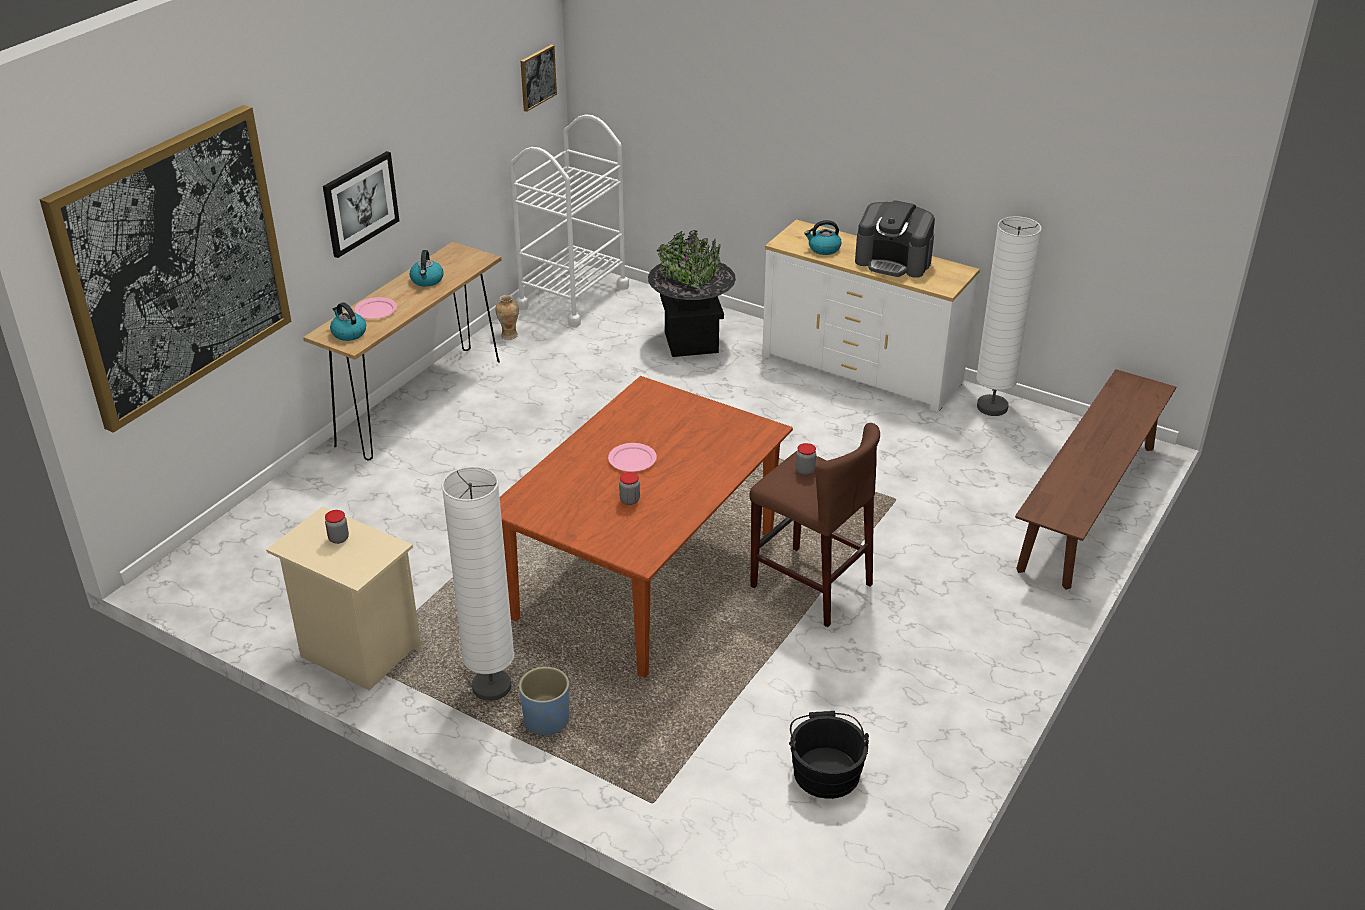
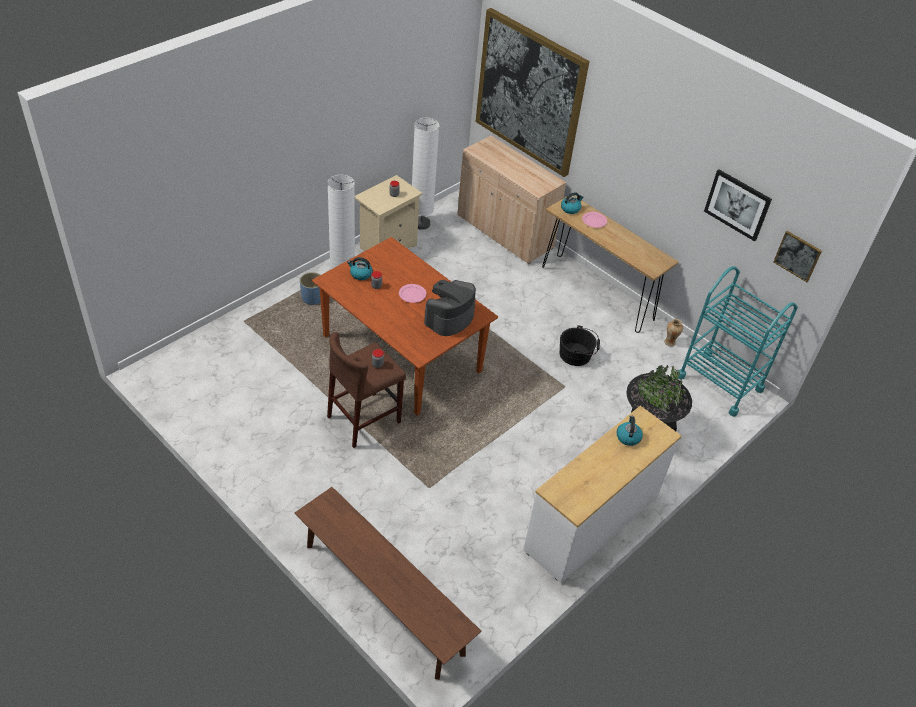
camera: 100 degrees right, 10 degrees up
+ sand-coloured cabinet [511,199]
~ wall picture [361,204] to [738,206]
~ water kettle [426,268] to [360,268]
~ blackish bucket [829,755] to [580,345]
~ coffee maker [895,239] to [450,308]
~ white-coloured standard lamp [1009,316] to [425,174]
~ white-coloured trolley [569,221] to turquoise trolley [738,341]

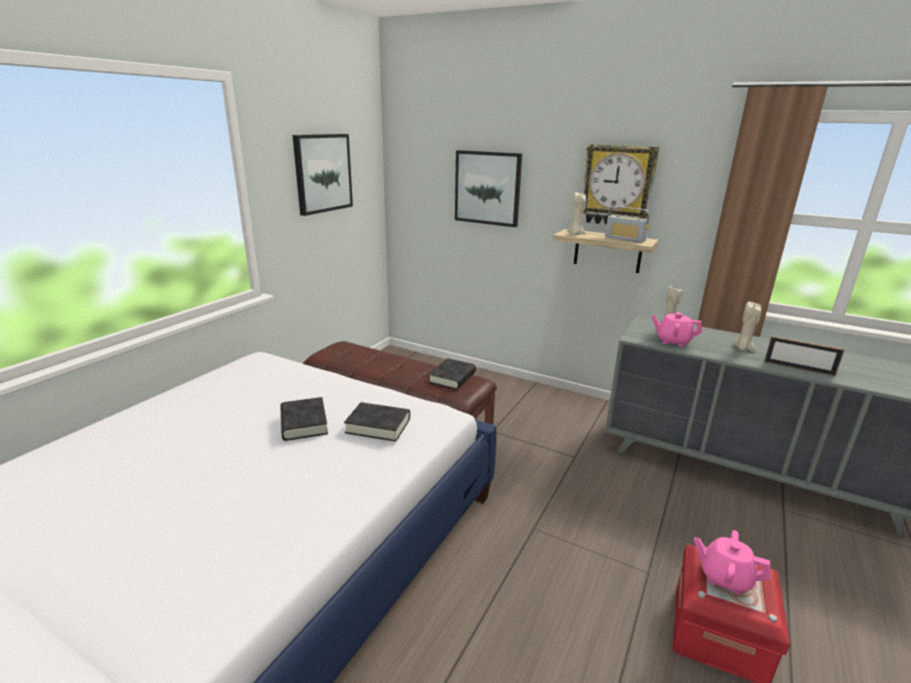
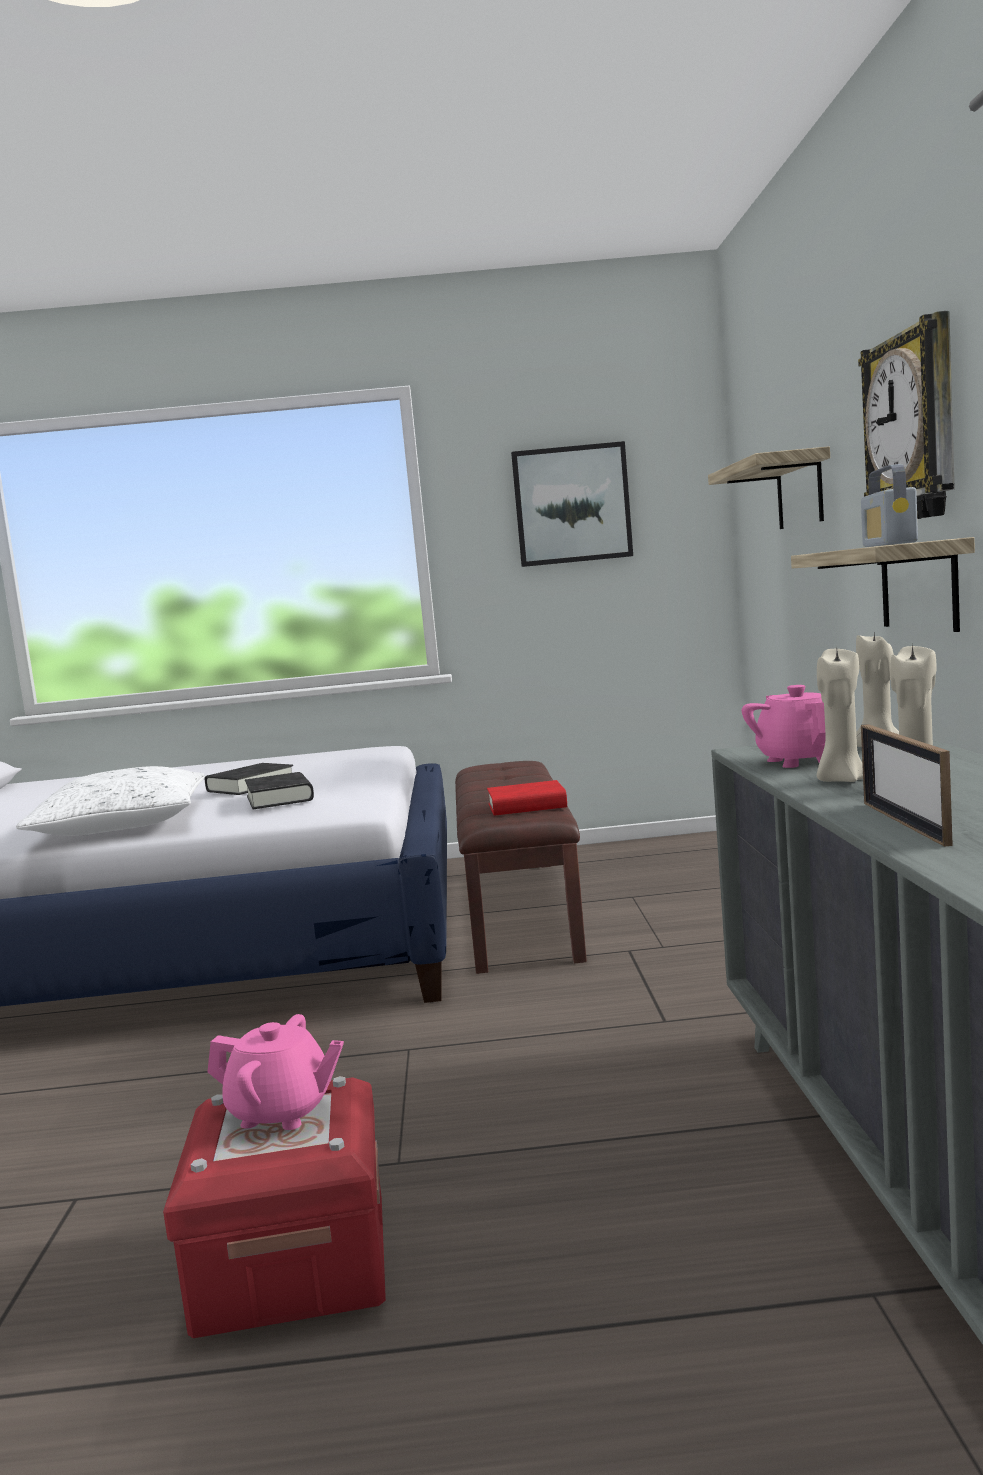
camera: 60 degrees right, 15 degrees down
+ white-coloured pillow [110,801]
~ sand-coloured wax candle [576,213] to [840,715]
~ wall picture [488,188] to wall shelf [769,487]
~ blackish volume [452,374] to reddish volume [527,798]
~ pink-coloured tea pot [732,562] = [275,1072] 105 degrees clockwise

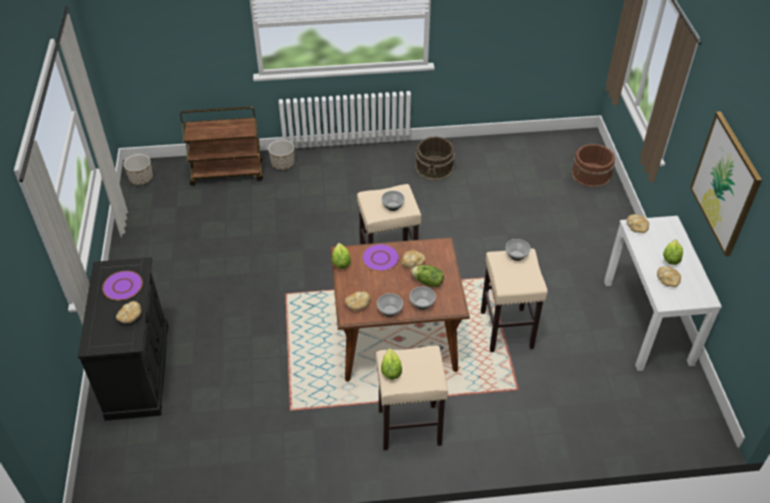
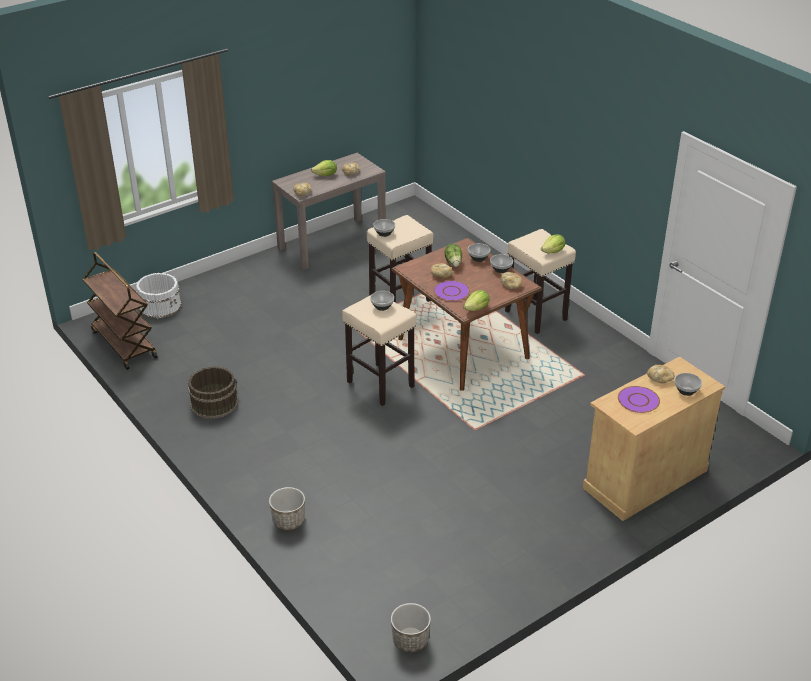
camera: 120 degrees left, 10 degrees down
- wall picture [726,184]
+ deep dish [688,384]
~ brownish trolley [221,146] to [119,311]
~ blackish cabinet [123,339] to sand-coloured cabinet [654,438]
~ brownish bucket [593,166] to white-coloured bucket [159,296]
~ white-coloured hall table [663,293] to brownish hall table [329,211]

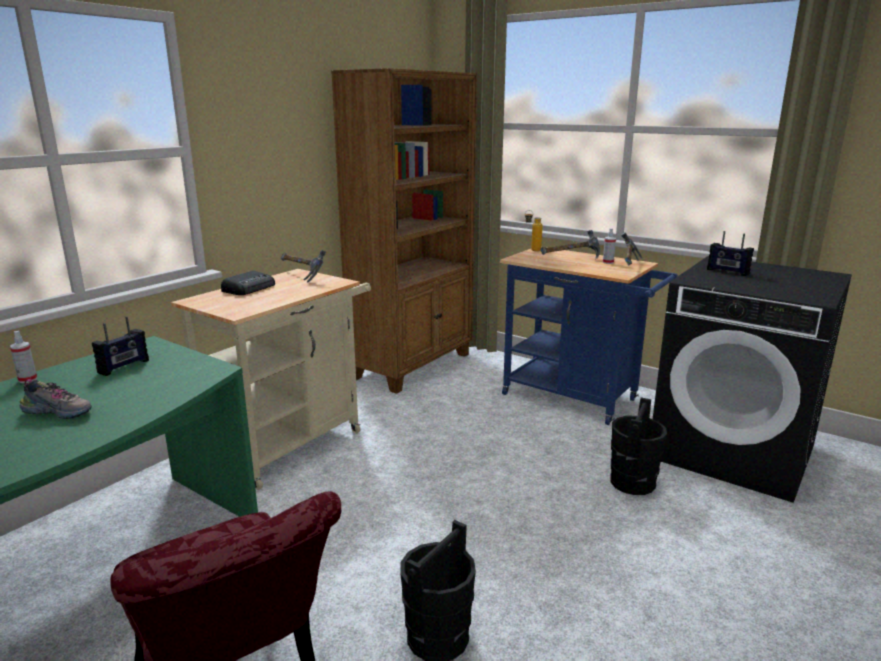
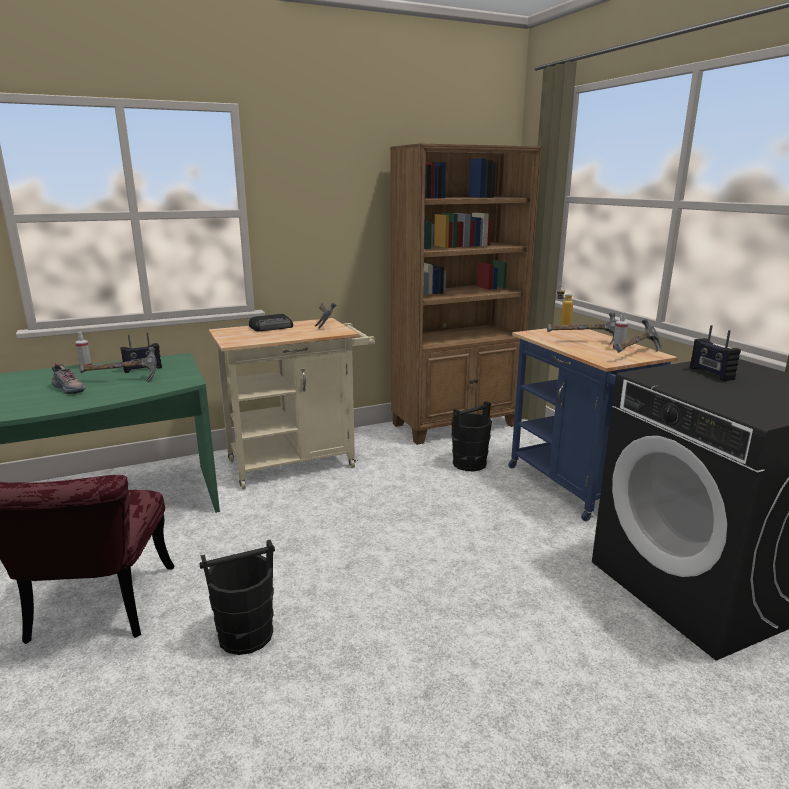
camera: 30 degrees right, 0 degrees up
+ hammer [117,364]
~ blackish bucket [638,446] to [471,436]

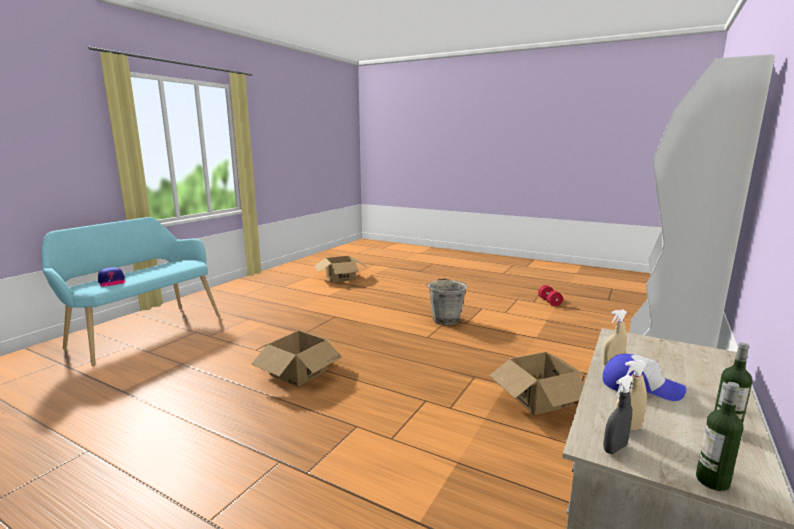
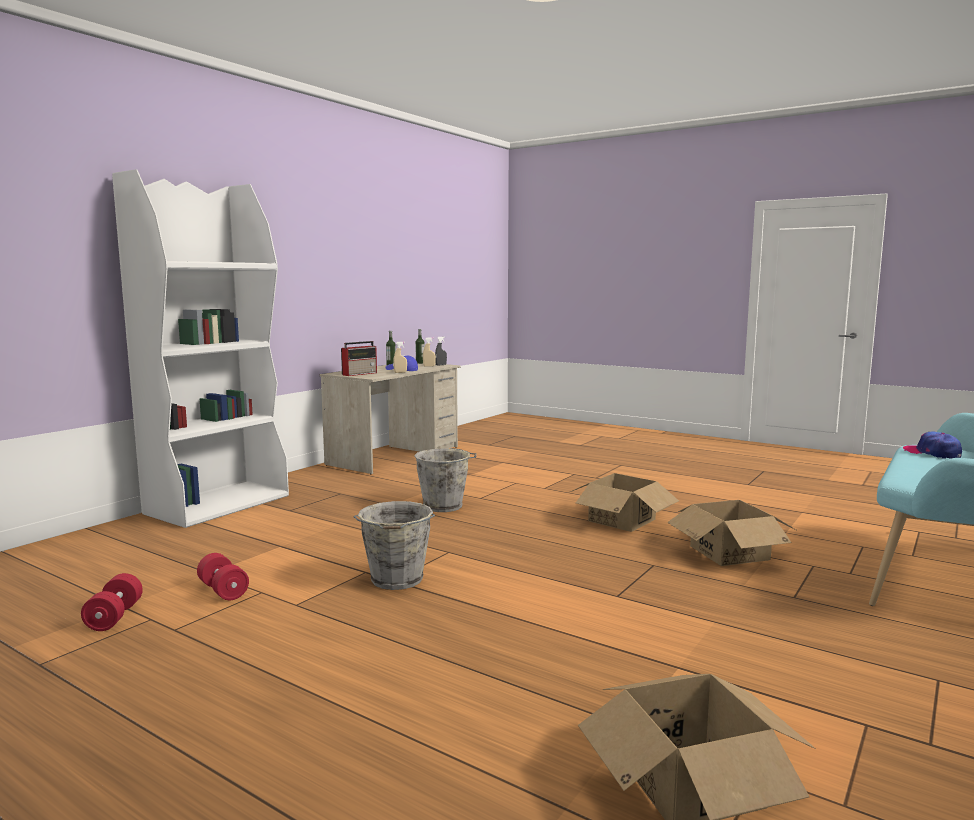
camera: 175 degrees left, 5 degrees down
+ reddish dumbbell [223,576]
+ radio [359,358]
+ gray bucket [445,480]
~ packing box [538,383] to [731,533]

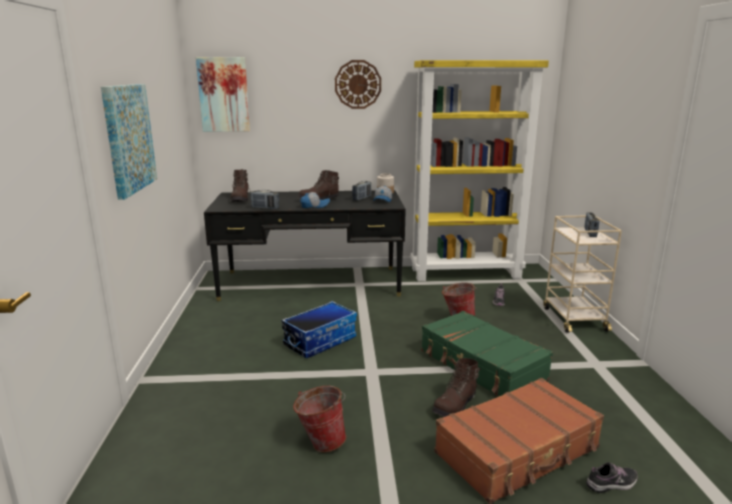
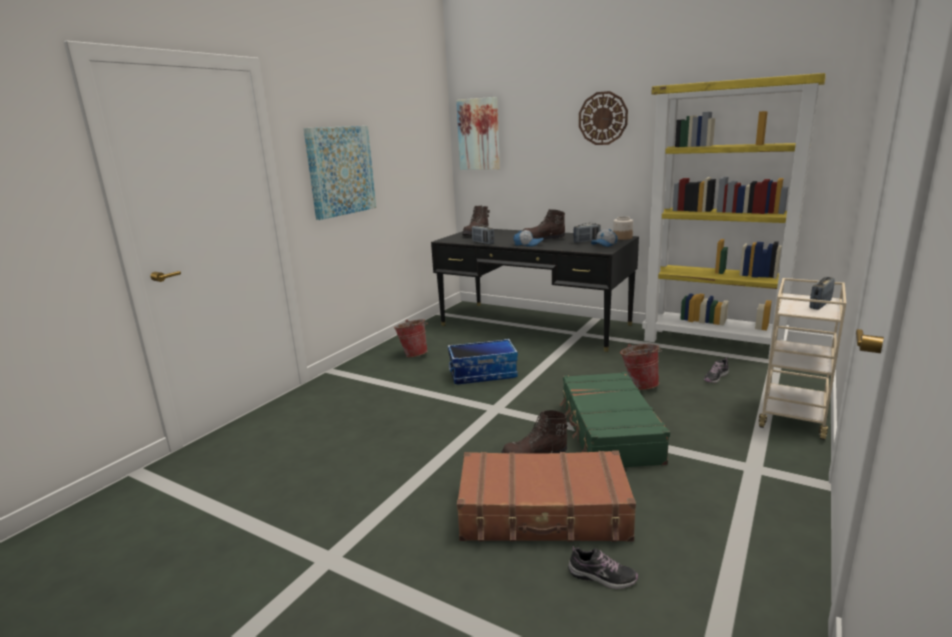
camera: 35 degrees right, 0 degrees up
~ bucket [319,419] to [411,338]

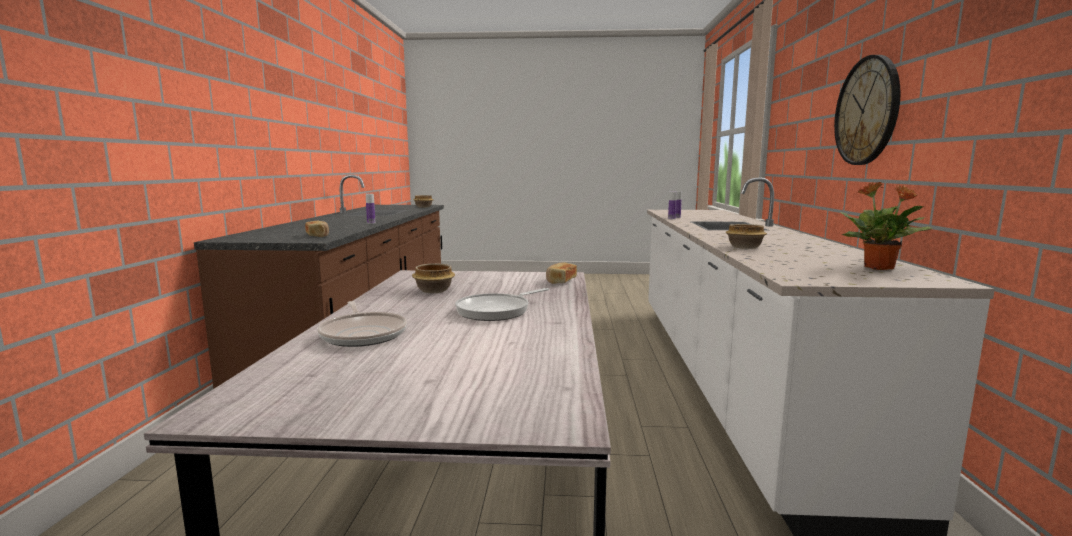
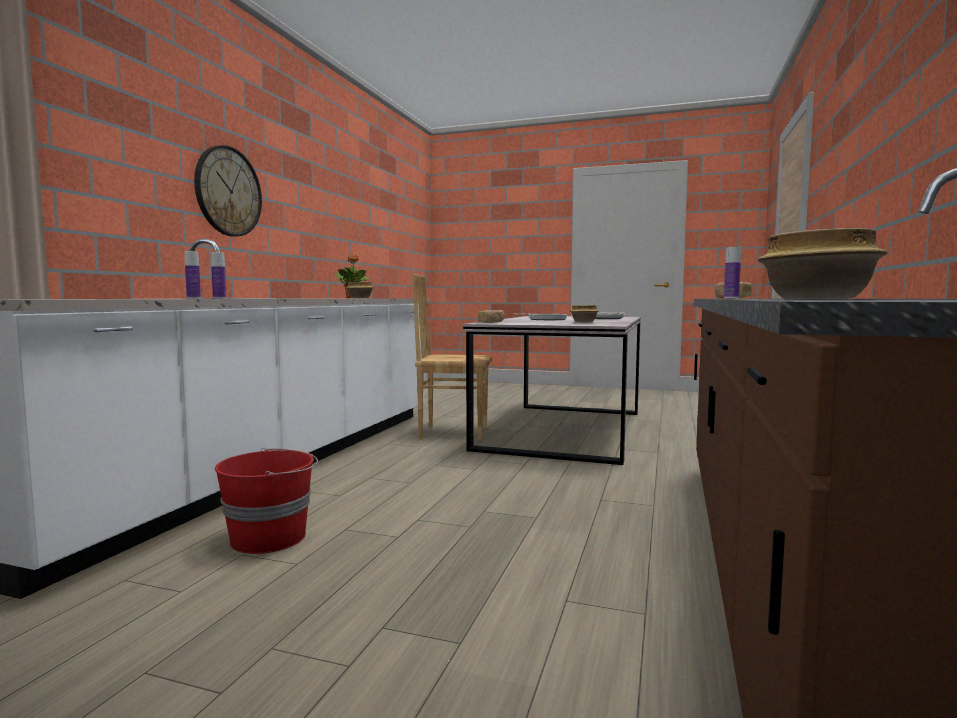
camera: 165 degrees left, 5 degrees down
+ reddish bucket [266,501]
+ brownish plain chair [452,357]

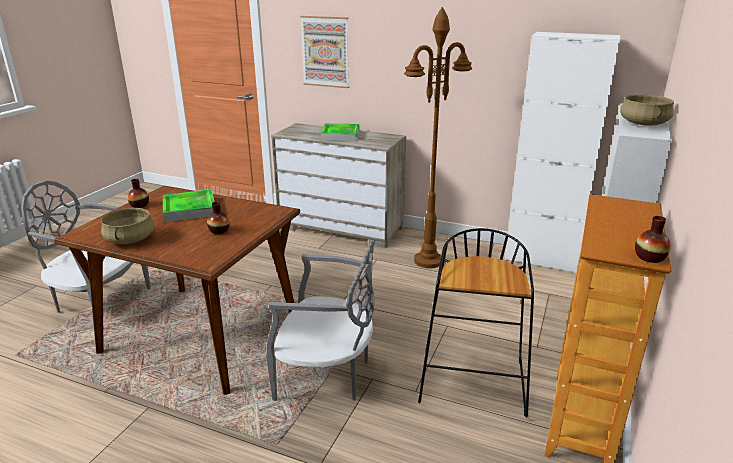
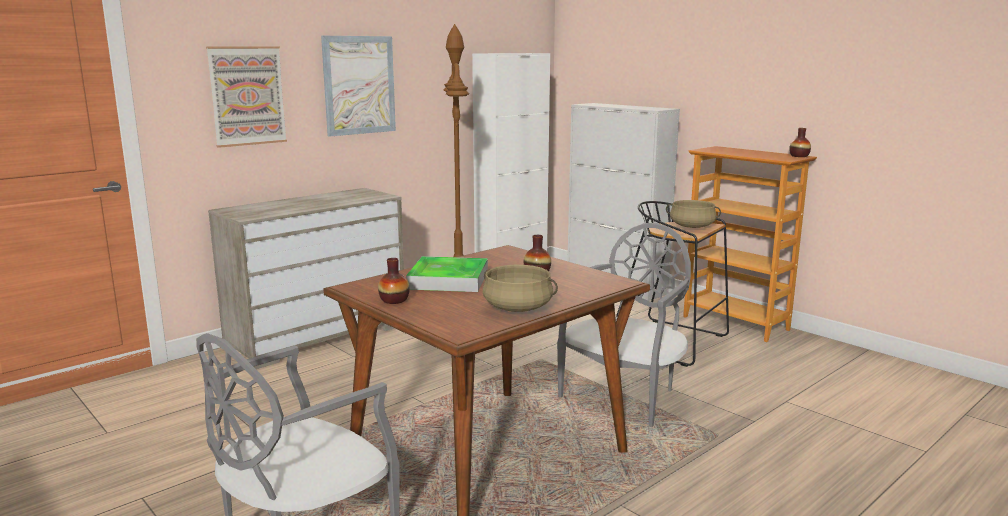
camera: 65 degrees left, 10 degrees down
- serving tray [340,132]
+ wall picture [358,86]
~ sand-coloured stockpot [647,110] to [693,214]

